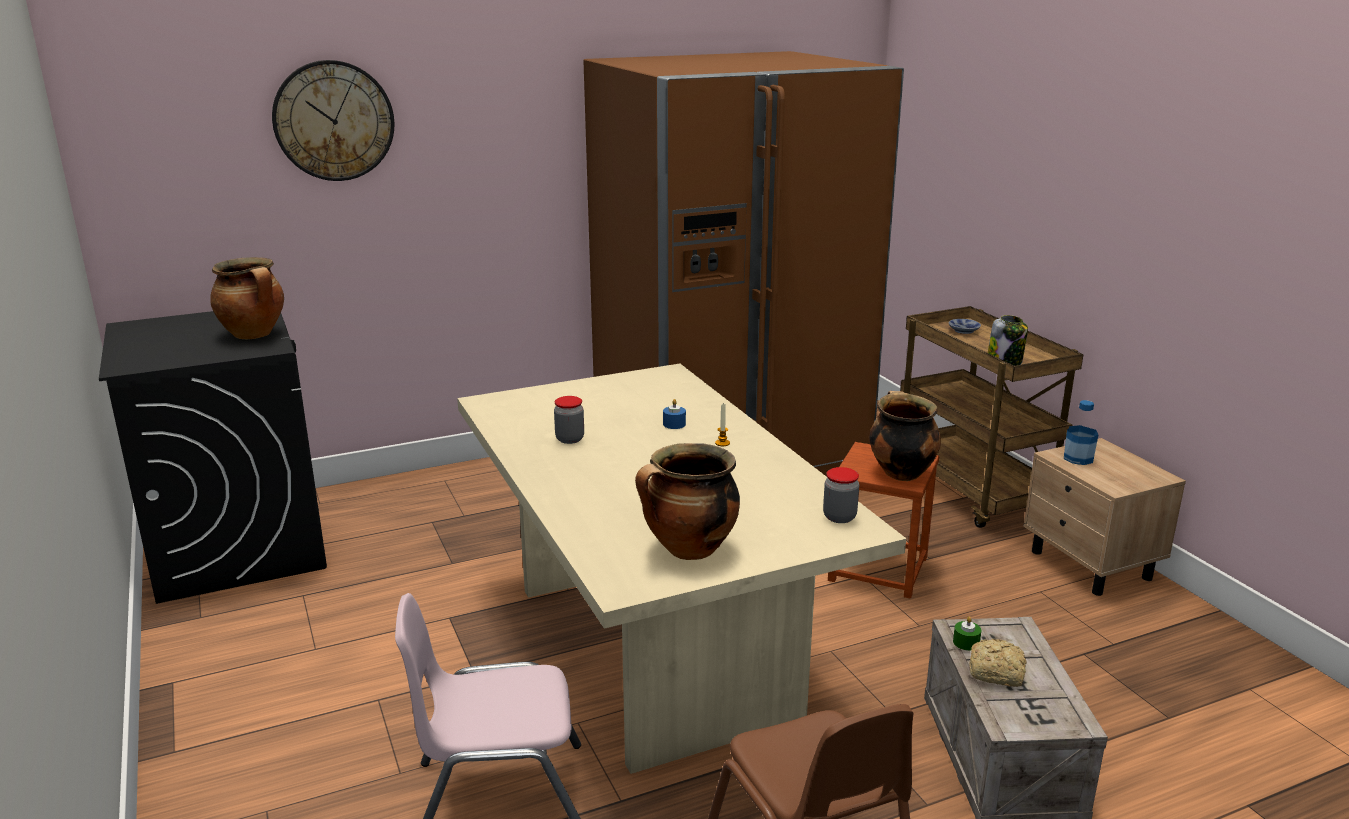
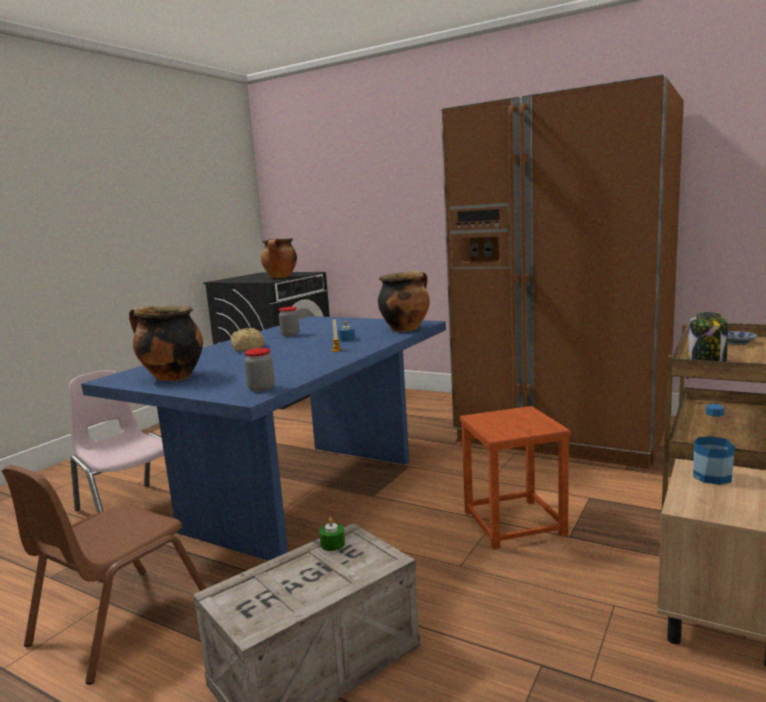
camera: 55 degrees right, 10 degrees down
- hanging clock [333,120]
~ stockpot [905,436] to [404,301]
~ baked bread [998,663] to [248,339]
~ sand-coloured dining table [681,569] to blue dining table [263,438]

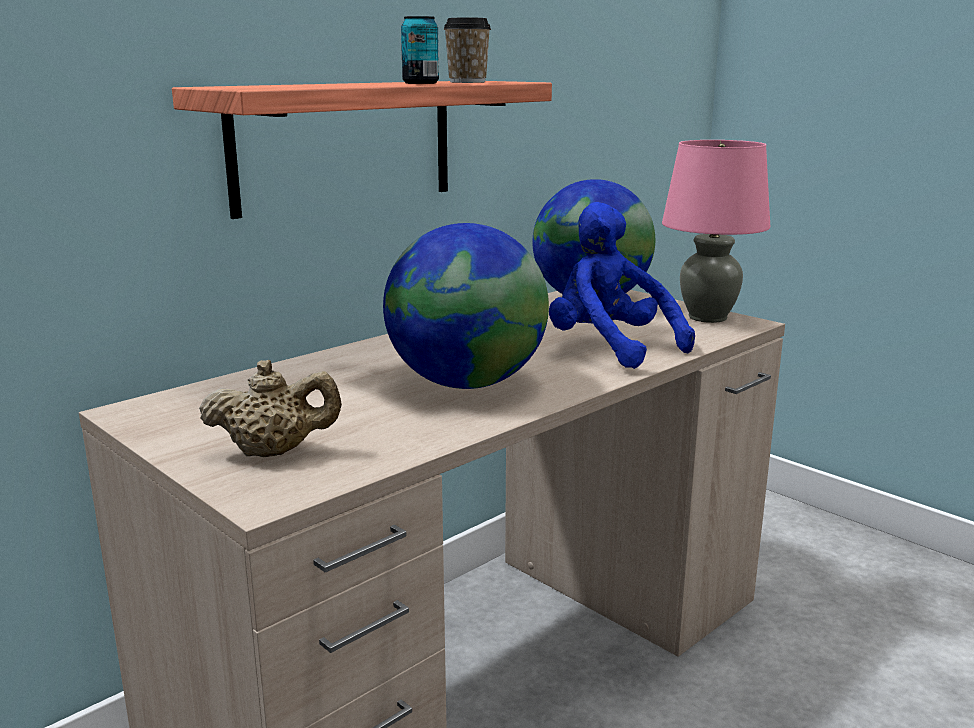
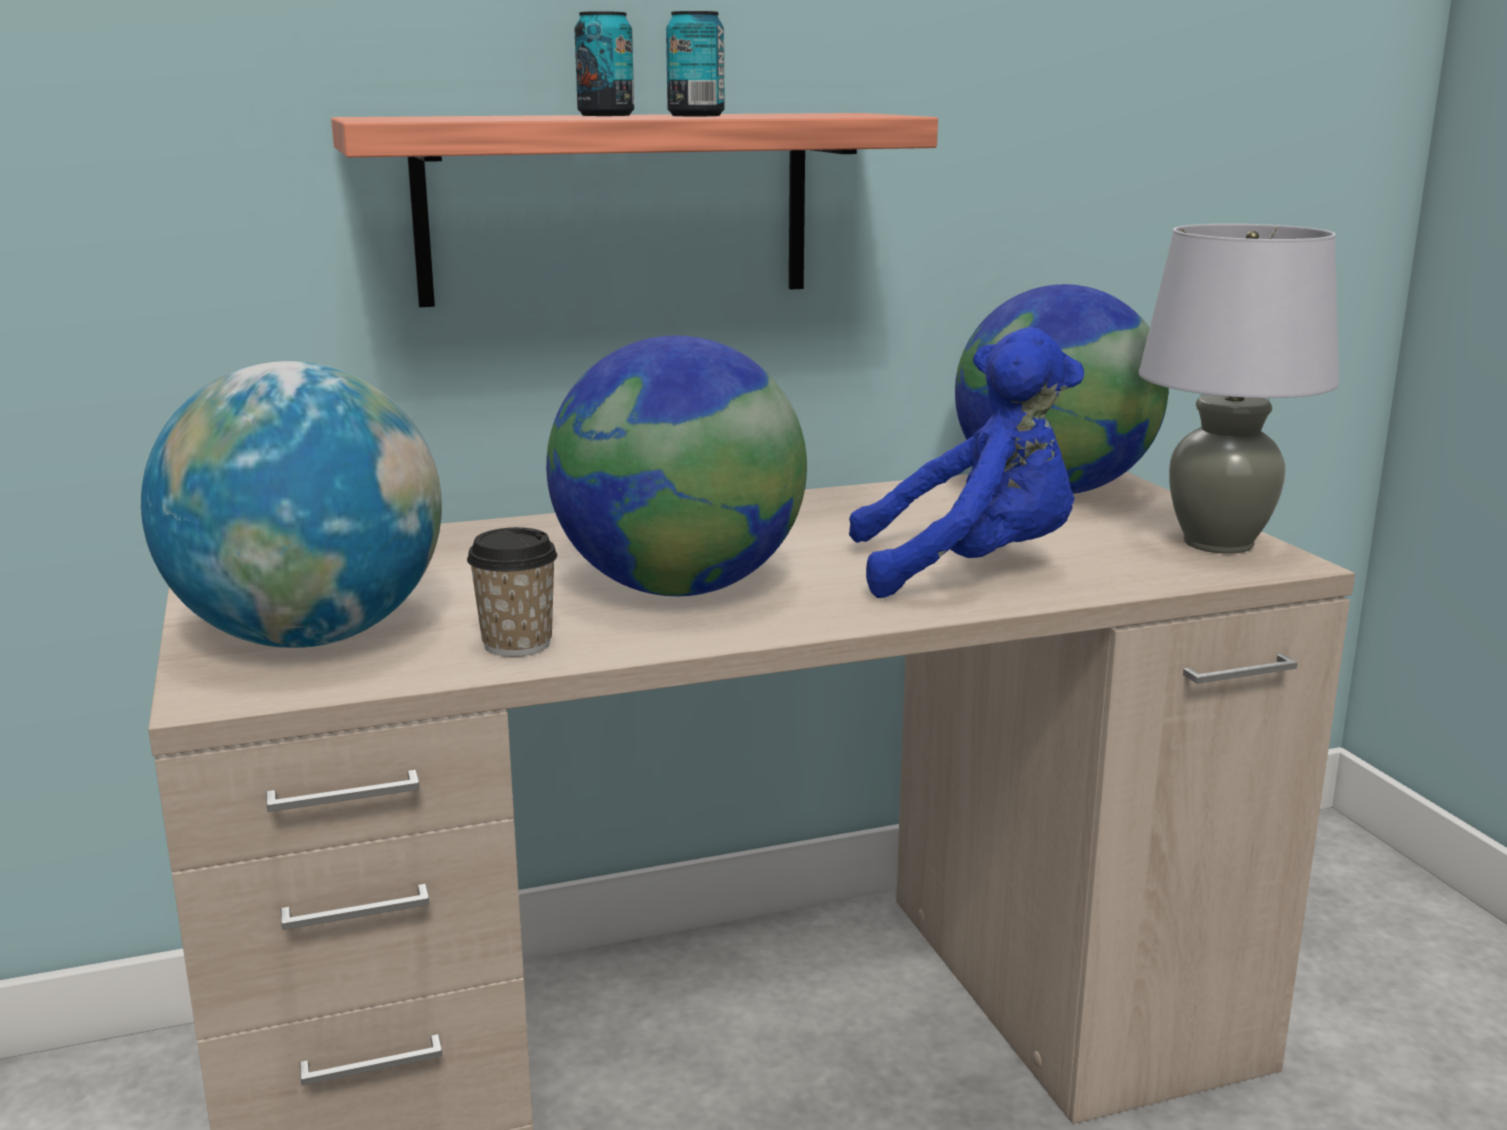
camera: 25 degrees right, 0 degrees up
+ sealed can [604,63]
~ drinking cup [467,50] to [512,592]
~ sand-coloured tea pot [270,408] to world globe [291,504]
~ pink-coloured tabletop lamp [716,231] to gray tabletop lamp [1239,389]
~ blue soft toy [622,285] = [966,462] 105 degrees clockwise

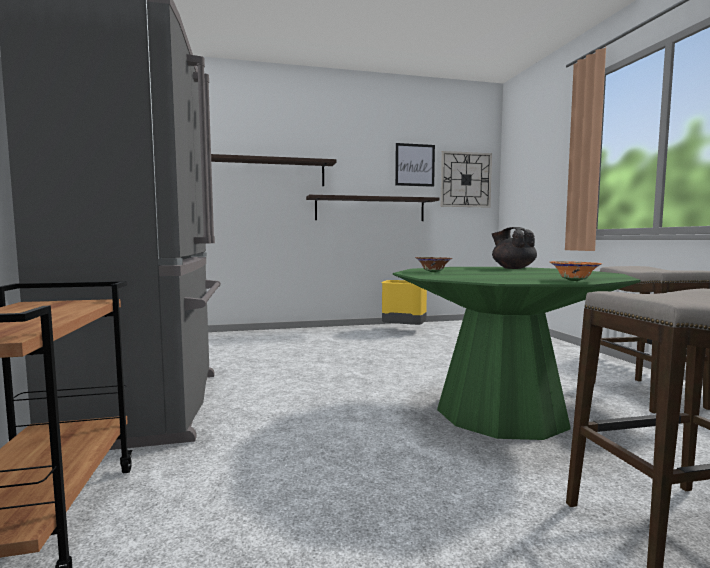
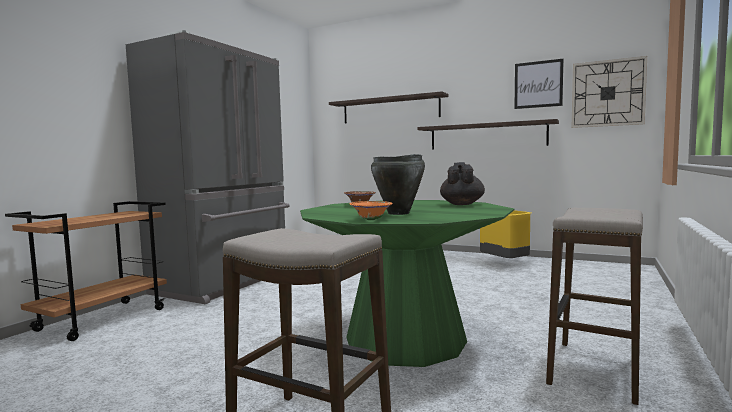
camera: 40 degrees right, 0 degrees up
+ blackish stockpot [398,184]

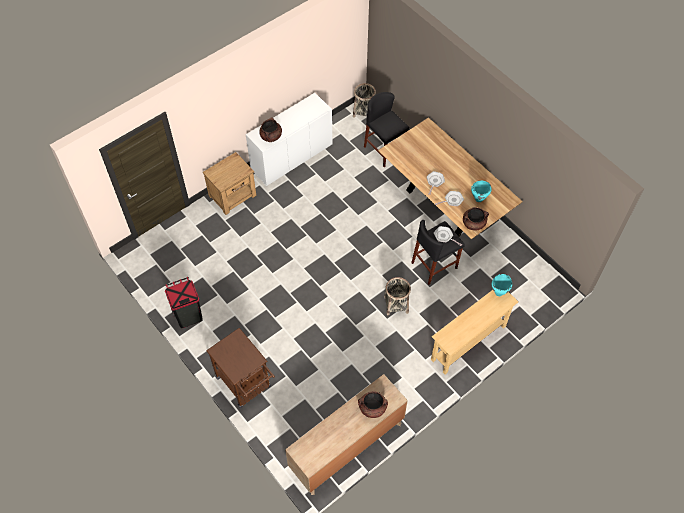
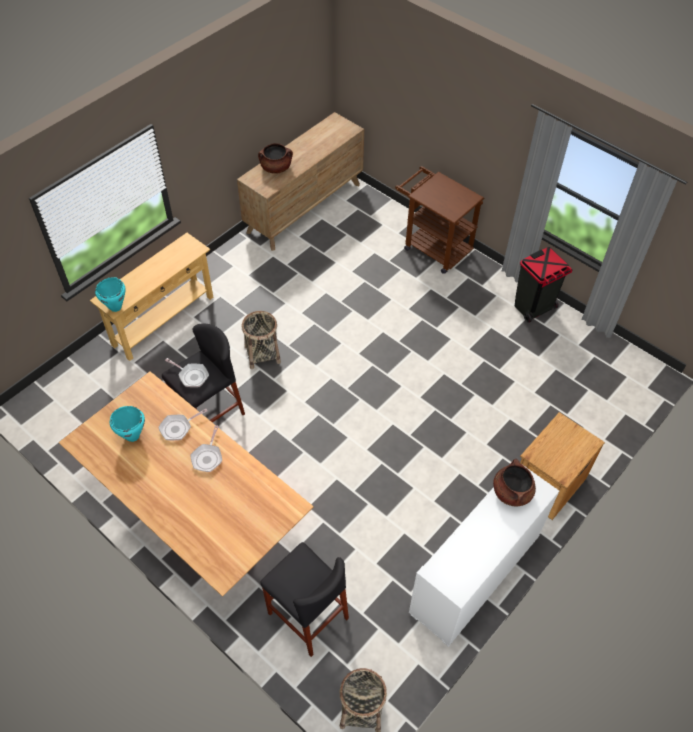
camera: 170 degrees right, 5 degrees down
- brownish stockpot [476,219]

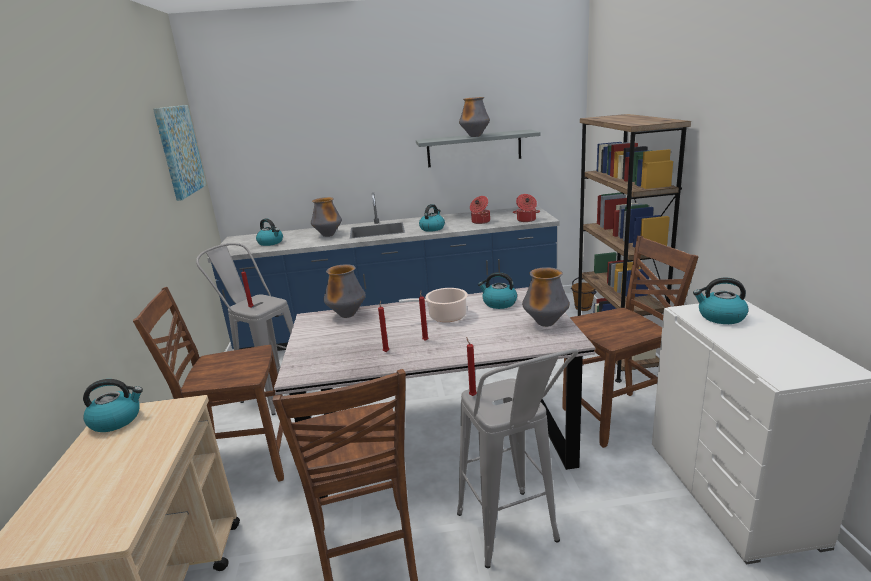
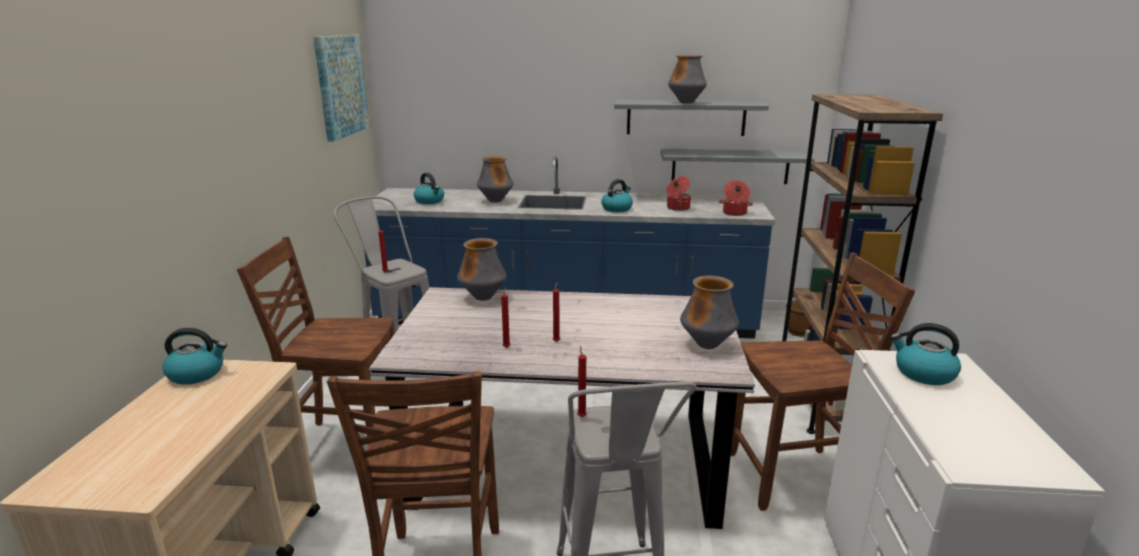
camera: 10 degrees right, 0 degrees up
- stockpot [433,305]
- water kettle [497,290]
+ gray wall shelf [738,166]

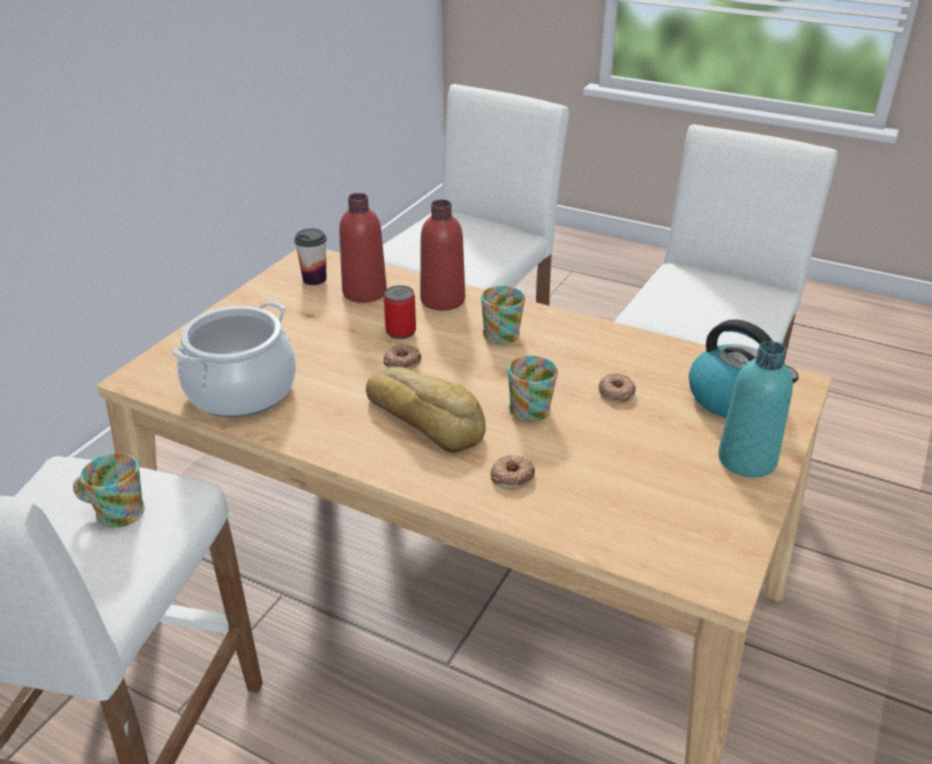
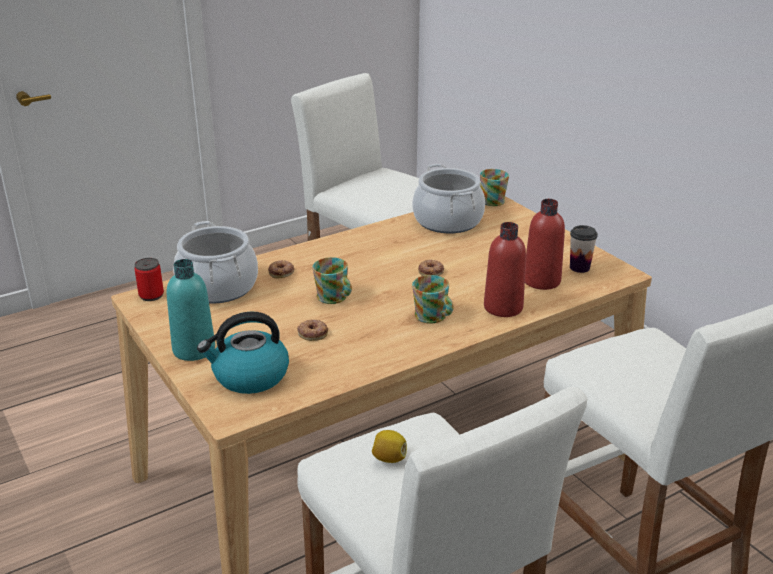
camera: 120 degrees right, 5 degrees down
- baked bread [426,409]
+ stockpot [215,262]
+ lemon [389,446]
~ coffee mug [109,490] to [494,187]
~ sealed can [400,312] to [149,279]

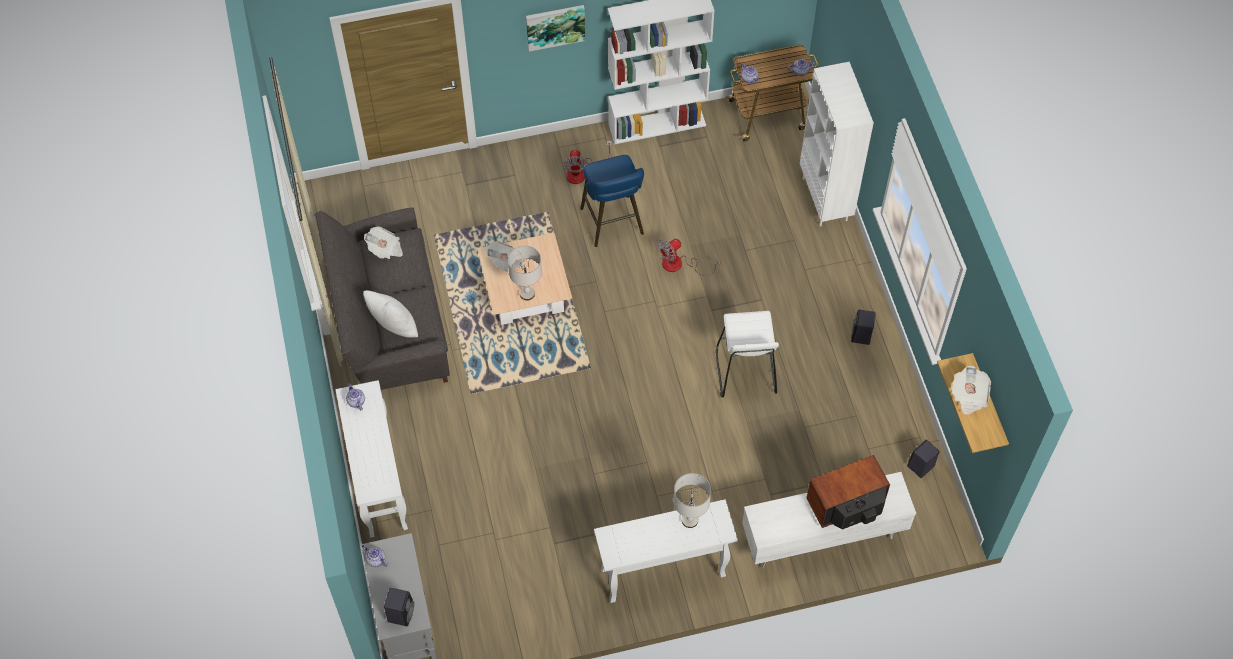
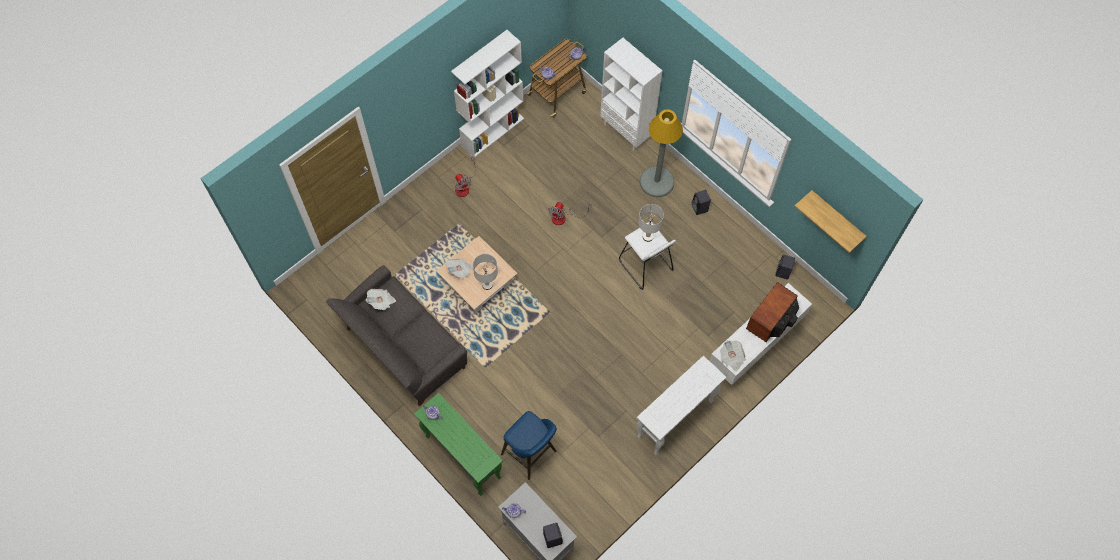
camera: 30 degrees left, 5 degrees up
- white-coloured pillow [390,314]
- wall picture [555,28]
+ gray standard lamp [661,153]
~ blue stool [612,201] to [529,445]
~ gray tabletop lamp [692,500] to [651,223]
~ newspaper [971,390] to [733,355]
~ white-coloured hall table [372,459] to green-coloured hall table [458,444]

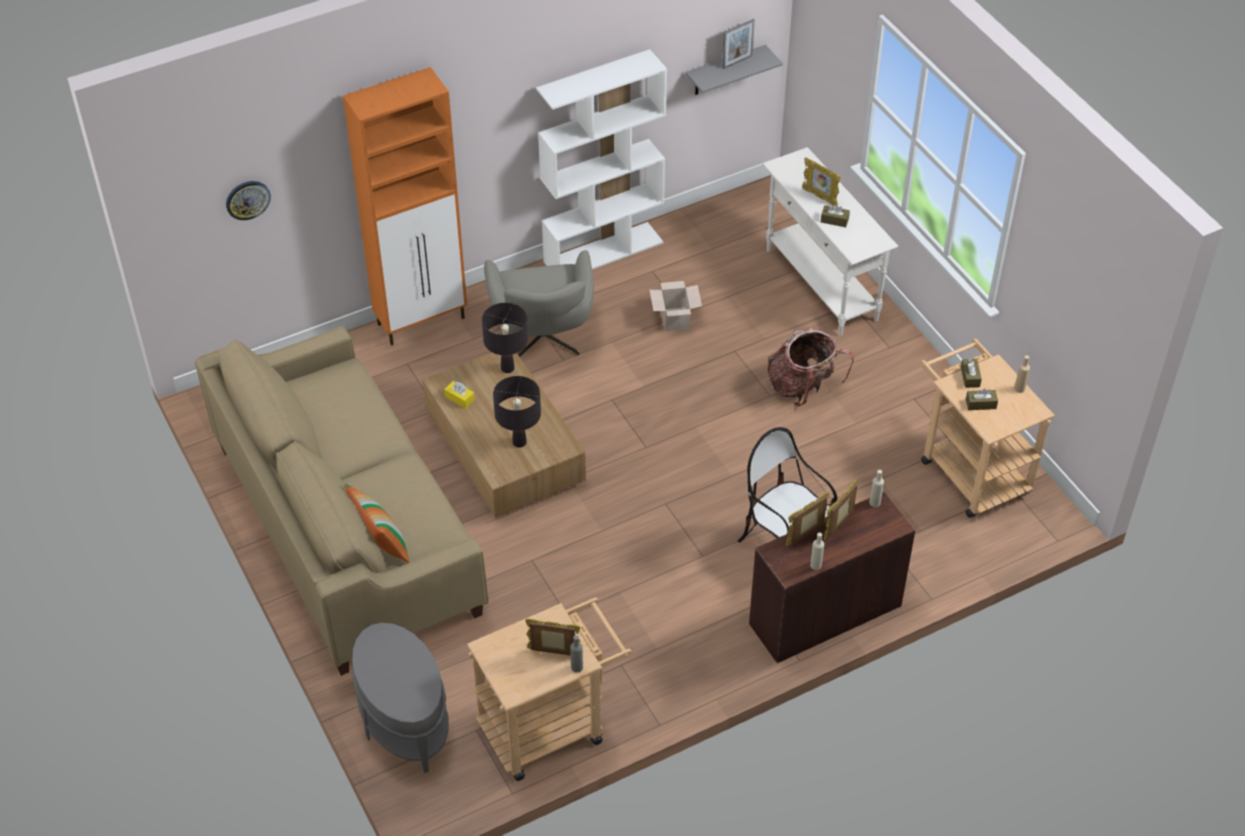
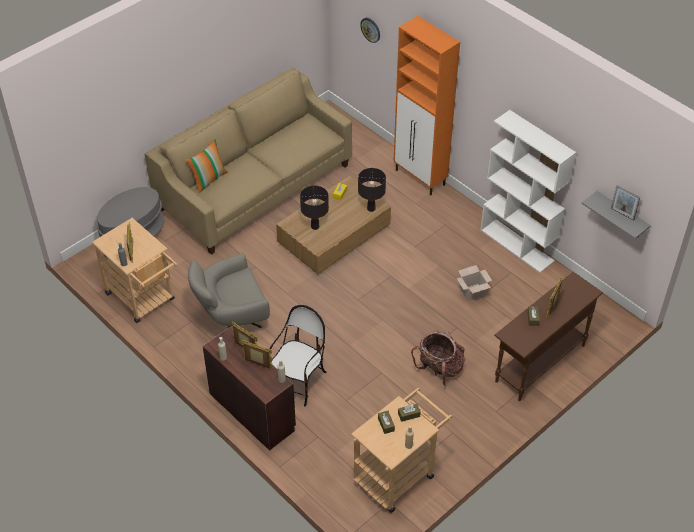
camera: 75 degrees right, 0 degrees up
~ gray armchair [539,303] to [229,291]
~ white-coloured hall table [830,241] to brownish hall table [548,336]

